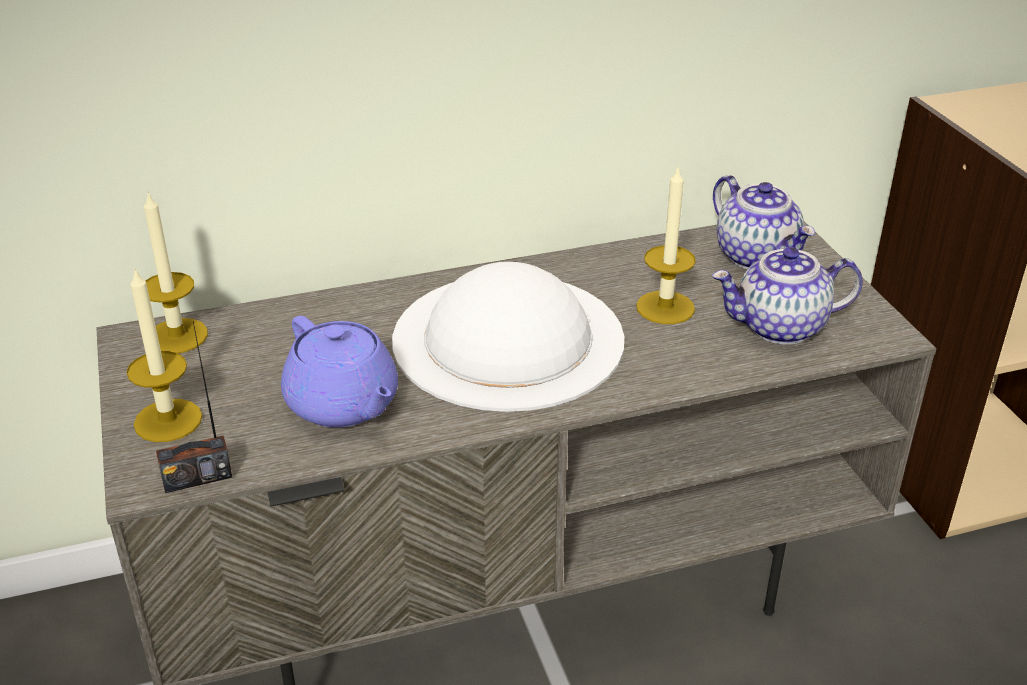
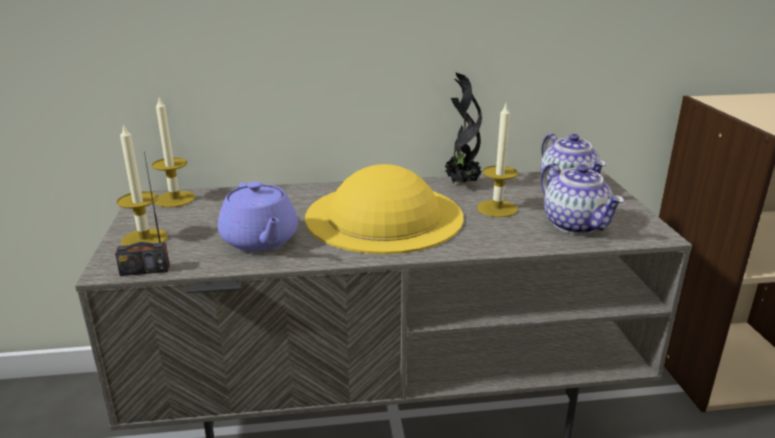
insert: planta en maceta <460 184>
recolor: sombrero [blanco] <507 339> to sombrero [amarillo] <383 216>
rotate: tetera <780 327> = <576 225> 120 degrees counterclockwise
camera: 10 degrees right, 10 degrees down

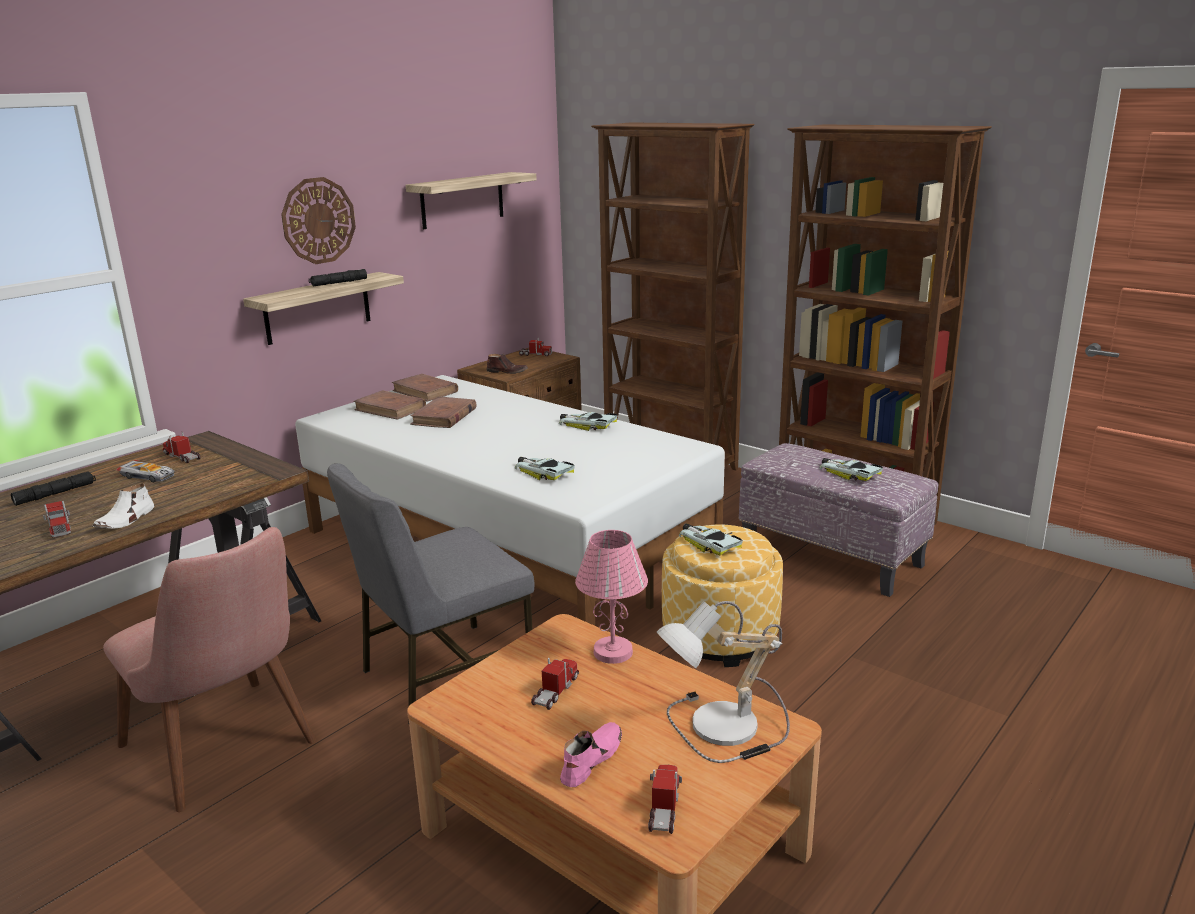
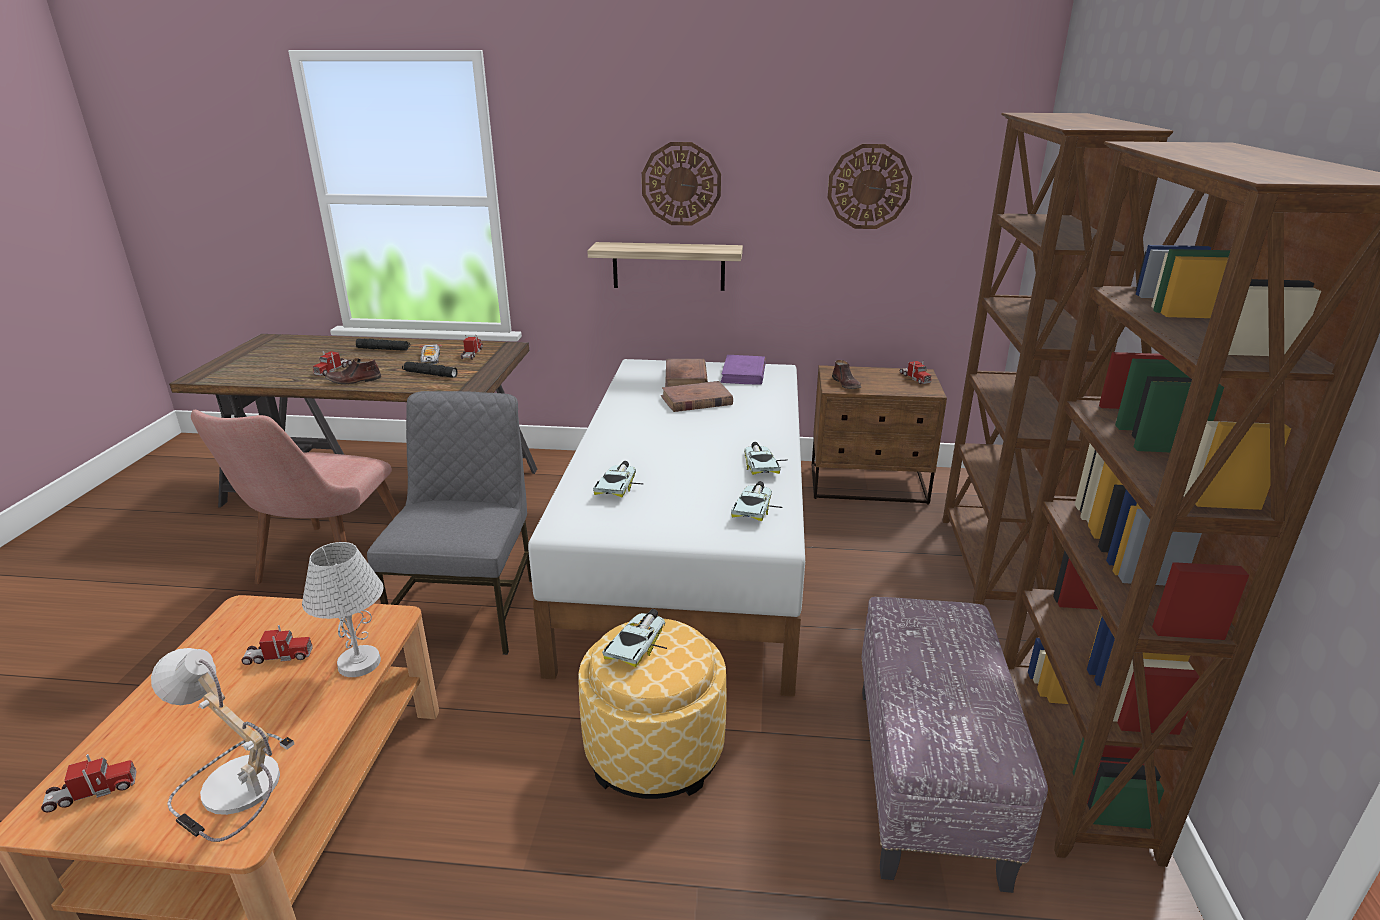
delete: zapato [rosa] <590 759>
move: linterna [negro] <338 283> to <430 374>; coche de juguete <849 473> to <754 507>
replace: estante <462 200> to reloj de pared <869 187>
recolor: lámpara de mesa [rosa] <613 652> to lámpara de mesa [blanco] <360 663>; zapato [blanco] <126 520> to zapato [marrón] <354 380>; libro [marrón] <425 391> to libro [morado] <743 373>
rotate: silla [gris] <443 673> = <471 610> 75 degrees clockwise
camera: 55 degrees right, 5 degrees up

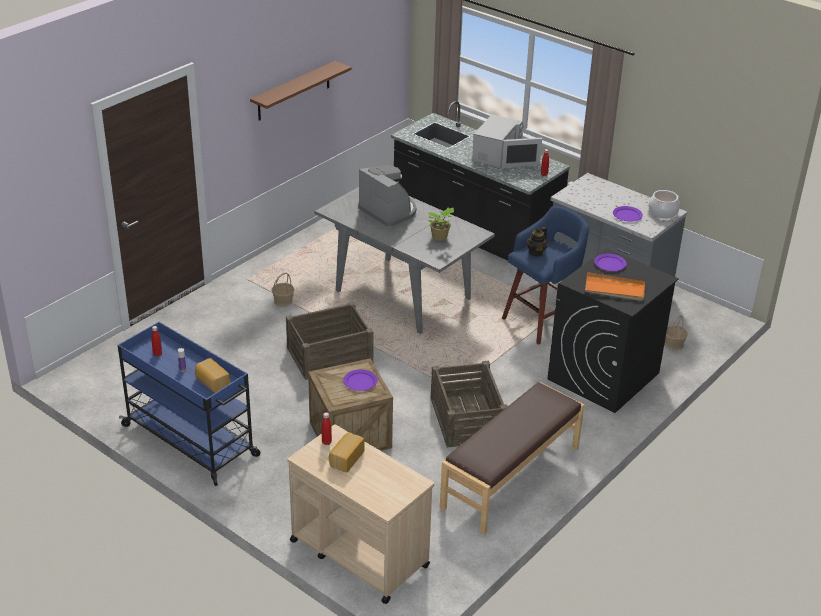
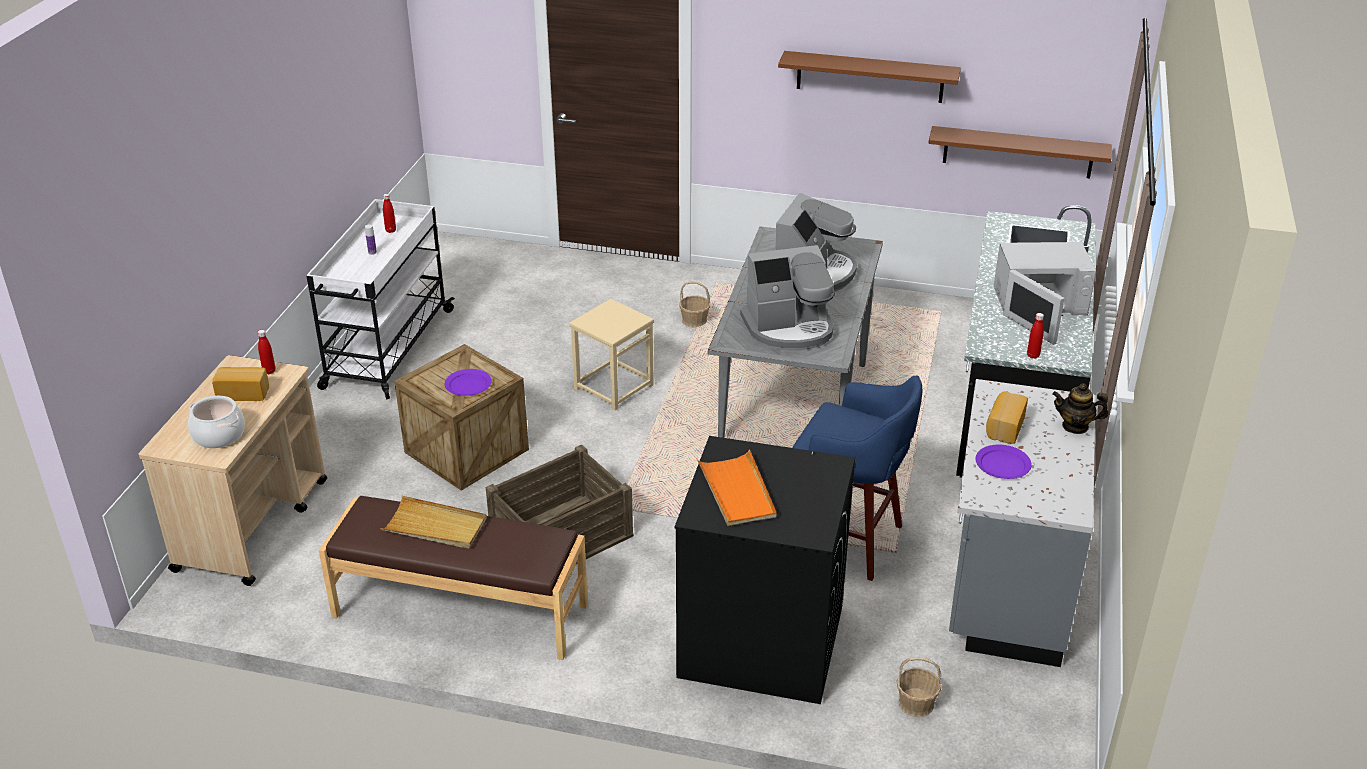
delete: plato [morado] <610 264>
insert: bandeja [beis] <435 526>; estante [marrón] <1018 152>
move: olla <662 212> to <219 435>; pan <212 383> to <1004 427>; tetera <536 252> to <1075 426>
replace: caja de embalaje <329 355> to taburete [beis] <613 386>; planta en maceta <440 237> to cafetera <789 329>
recolor: carrito [azul] <191 441> to carrito [blanco] <387 350>
camera: 65 degrees right, 0 degrees up

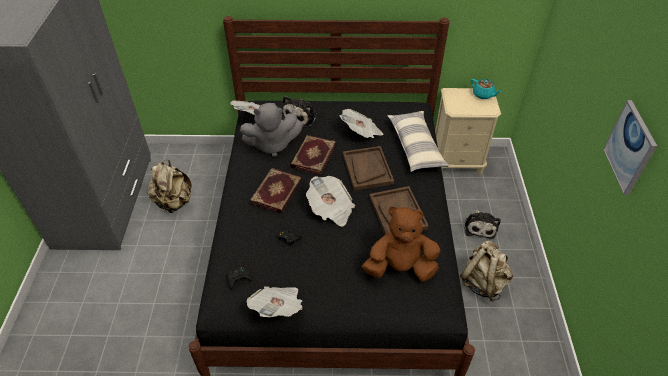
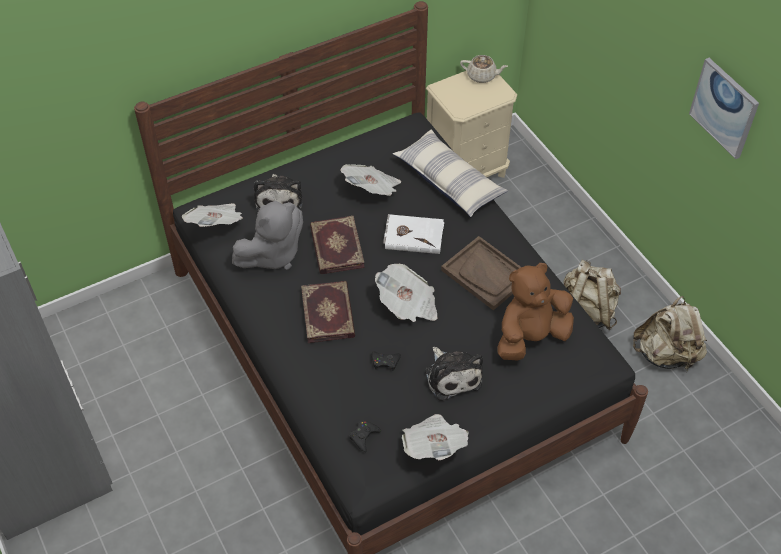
move: peluche <480 227> to <452 375>; mochila [beis] <174 202> to <666 354>
replace: bandeja [marrón] <367 169> to libro [blanco] <413 235>
recolor: tetera [turquesa] <483 95> to tetera [beis] <482 76>
camera: 30 degrees left, 5 degrees up

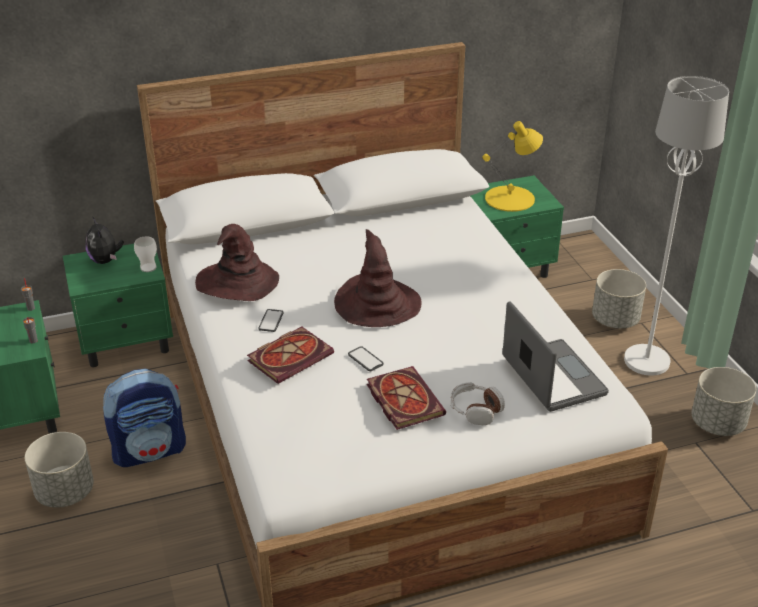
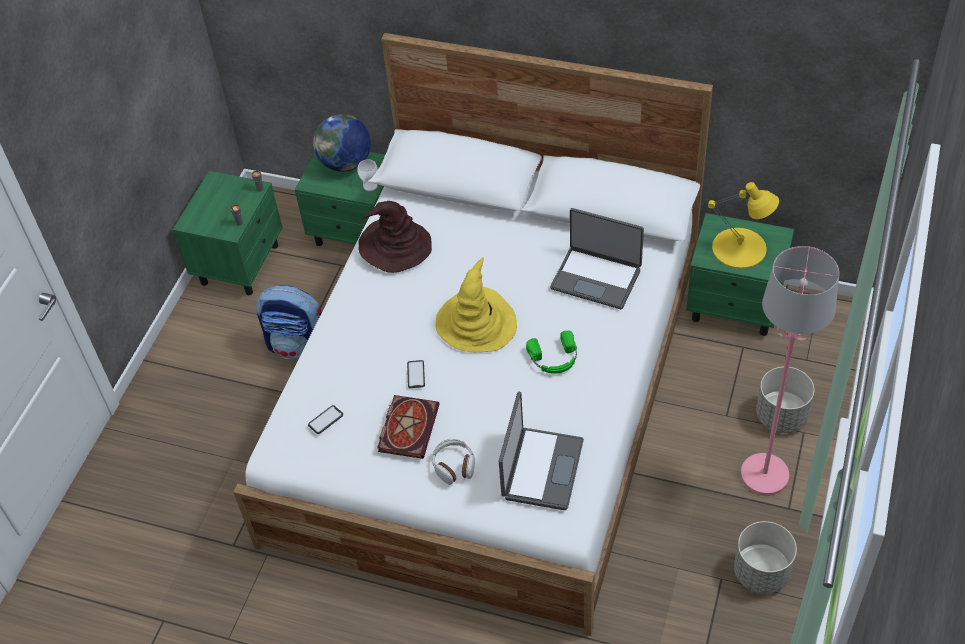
delete: maceta [gris] <65 492>; libro <291 356>
insert: auriculares [verde] <554 358>; portátil <596 278>
move: móvil <271 321> to <325 420>
replace: peluche <105 260> to globo terráqueo <346 163>
recolor: sombrero [marrón] <377 304> to sombrero [amarillo] <476 323>; lámpara de pie [blanco] <647 361> to lámpara de pie [rosa] <765 475>
camera: 40 degrees right, 15 degrees up

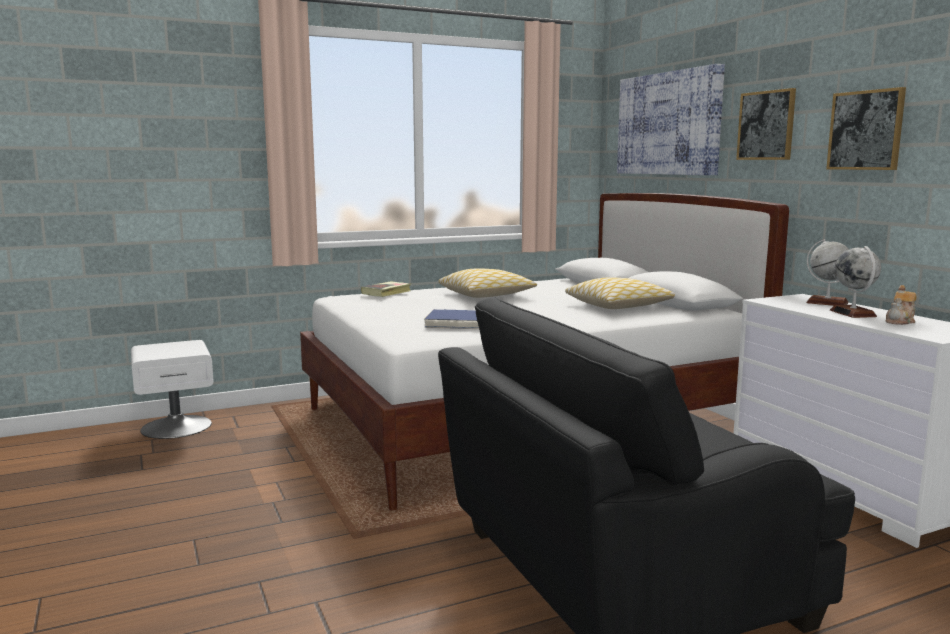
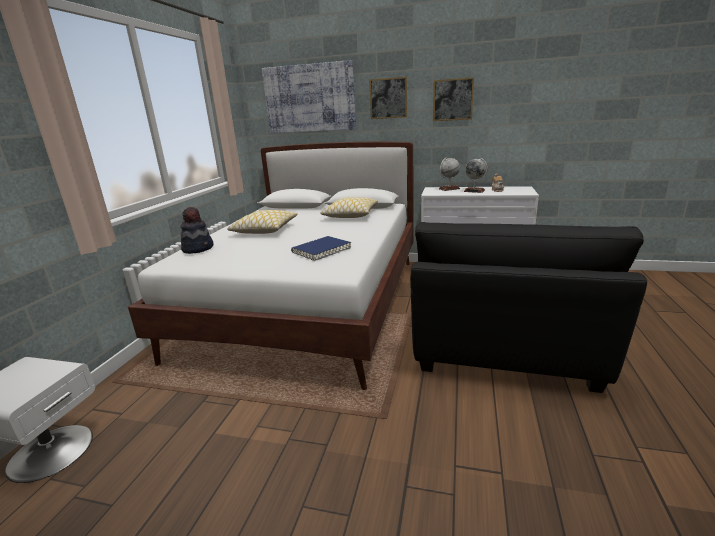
replace: libro <386 292> to sombrero <198 248>
camera: 50 degrees left, 10 degrees up

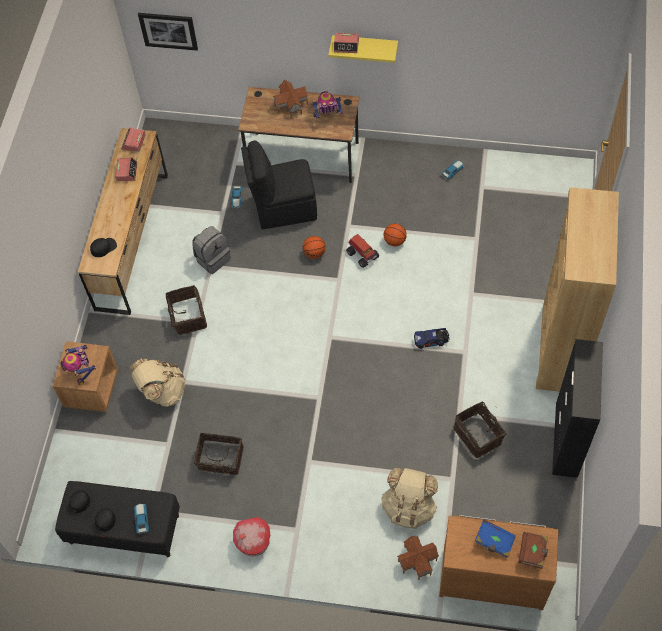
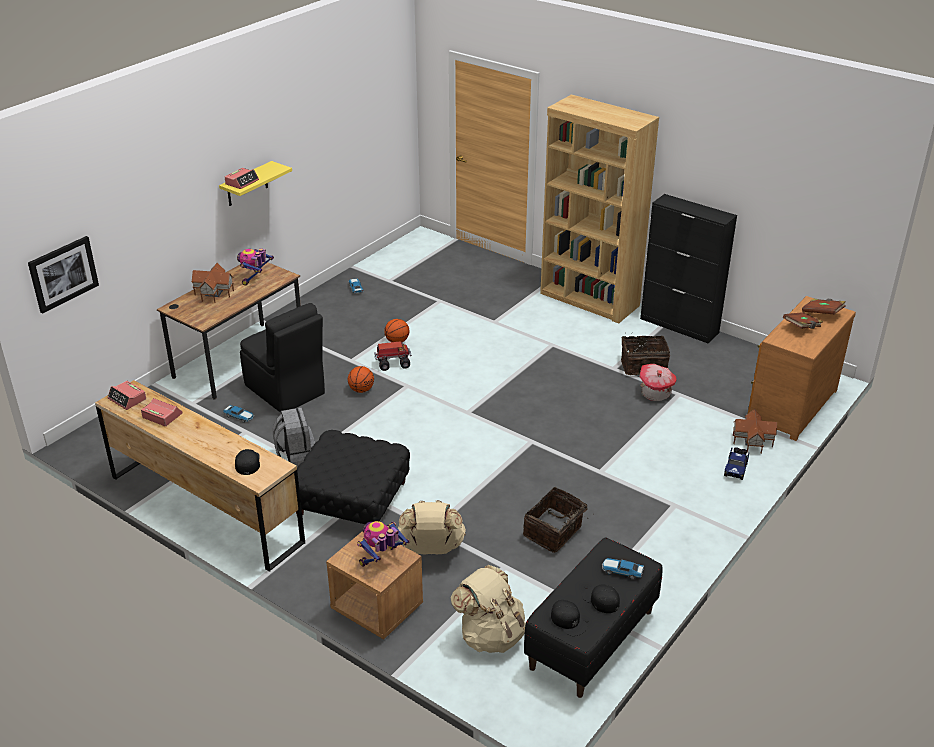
move: mochila [beis] <409 508> to <490 635>; casita <253 543> to <655 393>; camión de juguete <431 340> to <736 468>
replace: cesta <187 316> to puf [negro] <351 499>
recolor: libro [azul] <494 541> to libro [marrón] <802 327>
rotate: silla [negro] <283 207> = <285 391> 60 degrees counterclockwise; robot de juguete <81 370> = <381 559> 135 degrees clockwise
camera: 65 degrees left, 25 degrees down

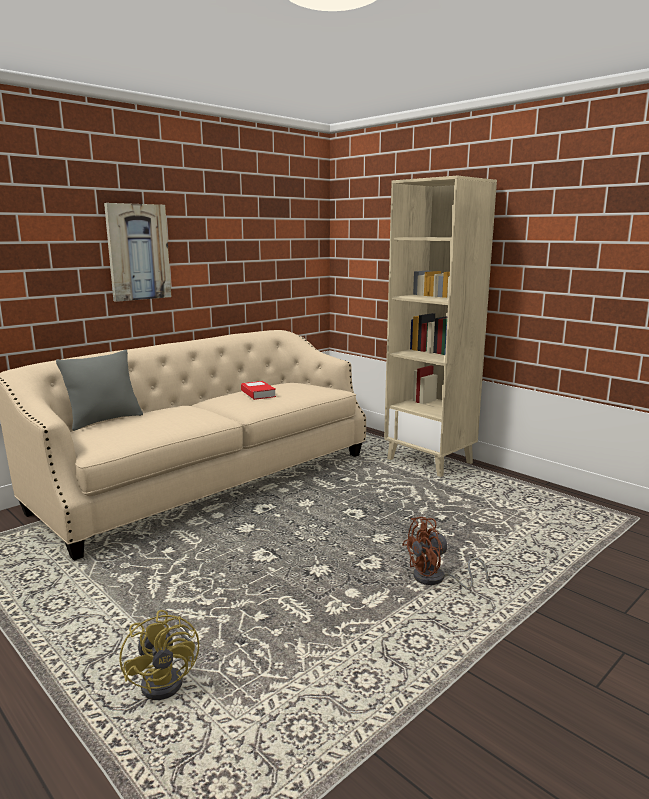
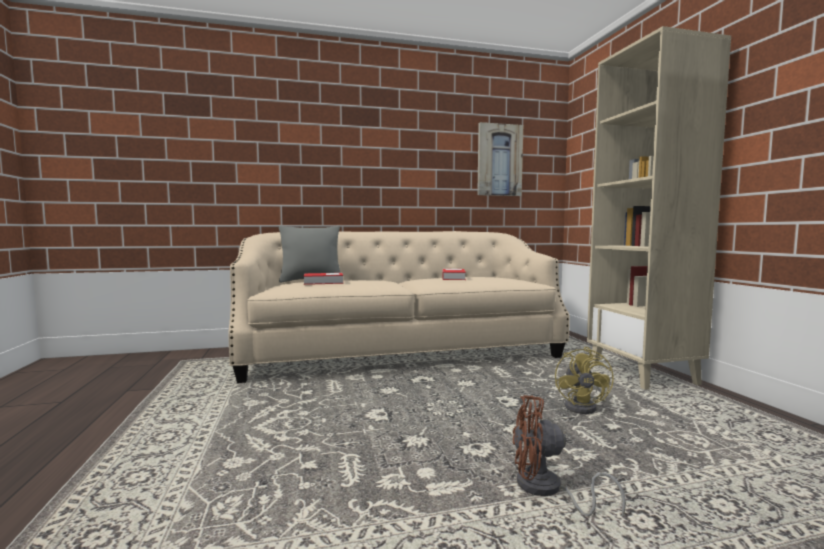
insert: libro <323 282>
move: cuadro <138 252> to <499 160>; ventilador [amarillo] <168 680> to <584 407>
camera: 30 degrees right, 10 degrees down

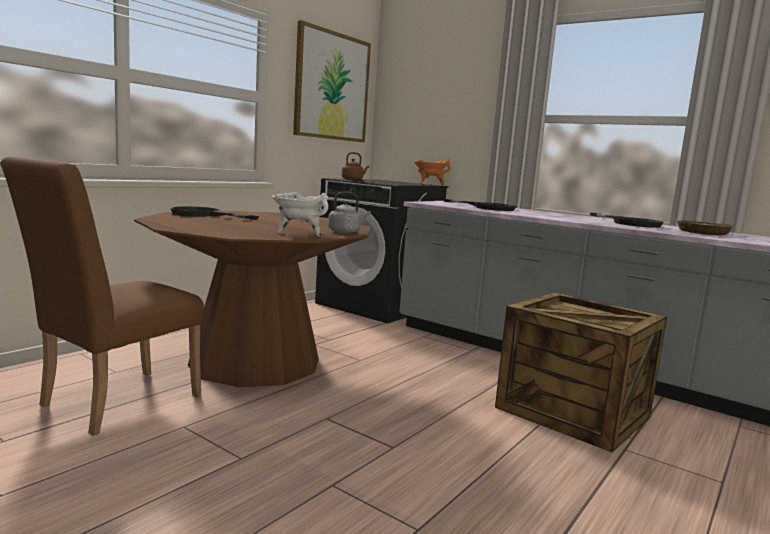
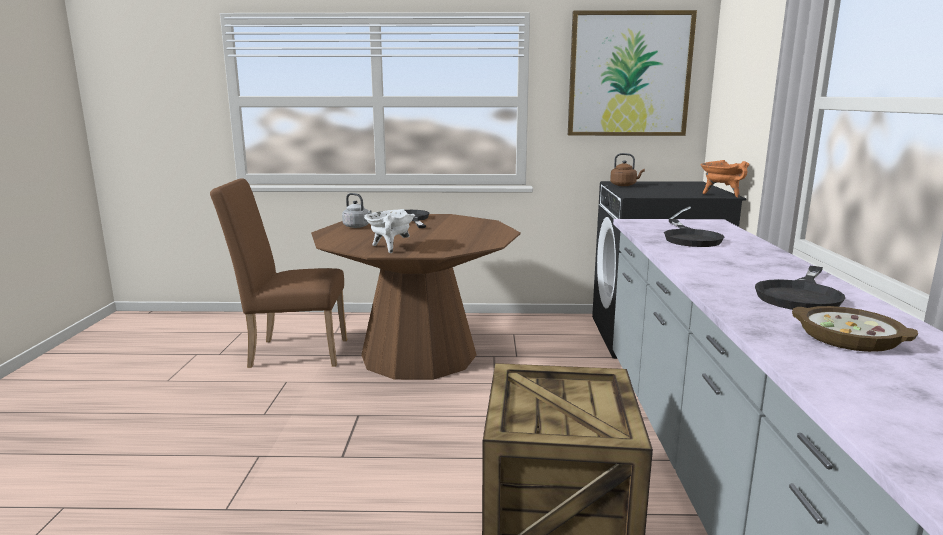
move: hervidor [gris] <346 232> to <357 226>
camera: 55 degrees right, 5 degrees up

